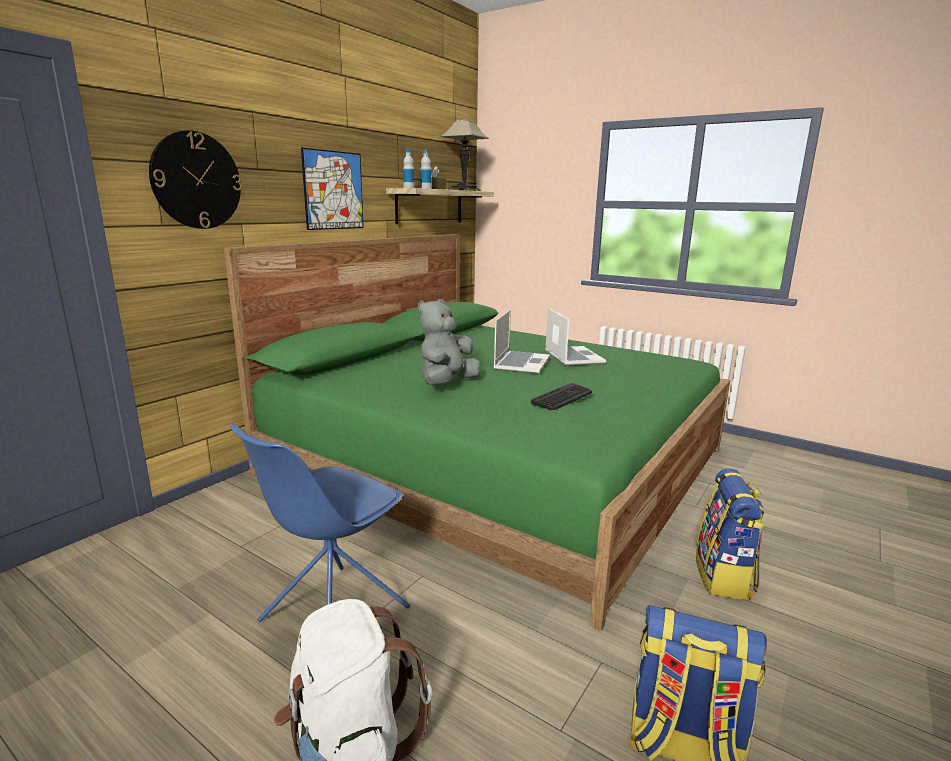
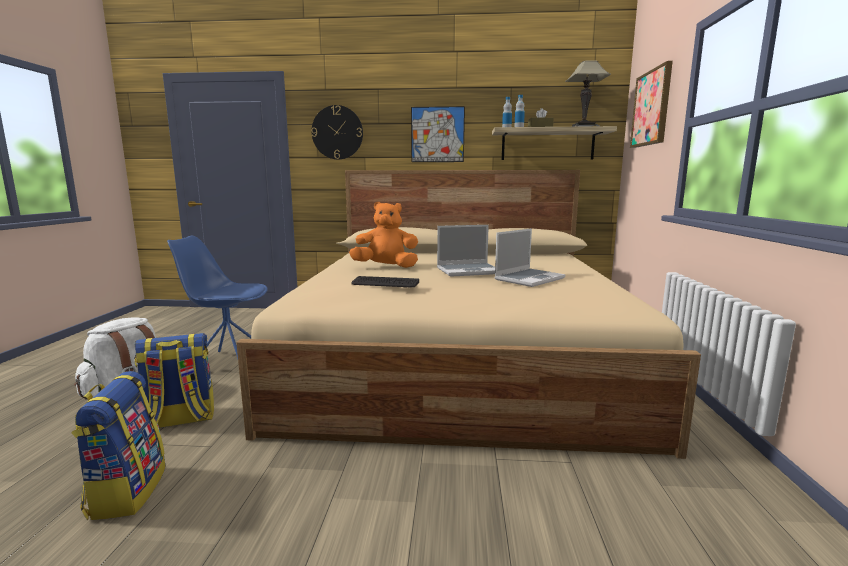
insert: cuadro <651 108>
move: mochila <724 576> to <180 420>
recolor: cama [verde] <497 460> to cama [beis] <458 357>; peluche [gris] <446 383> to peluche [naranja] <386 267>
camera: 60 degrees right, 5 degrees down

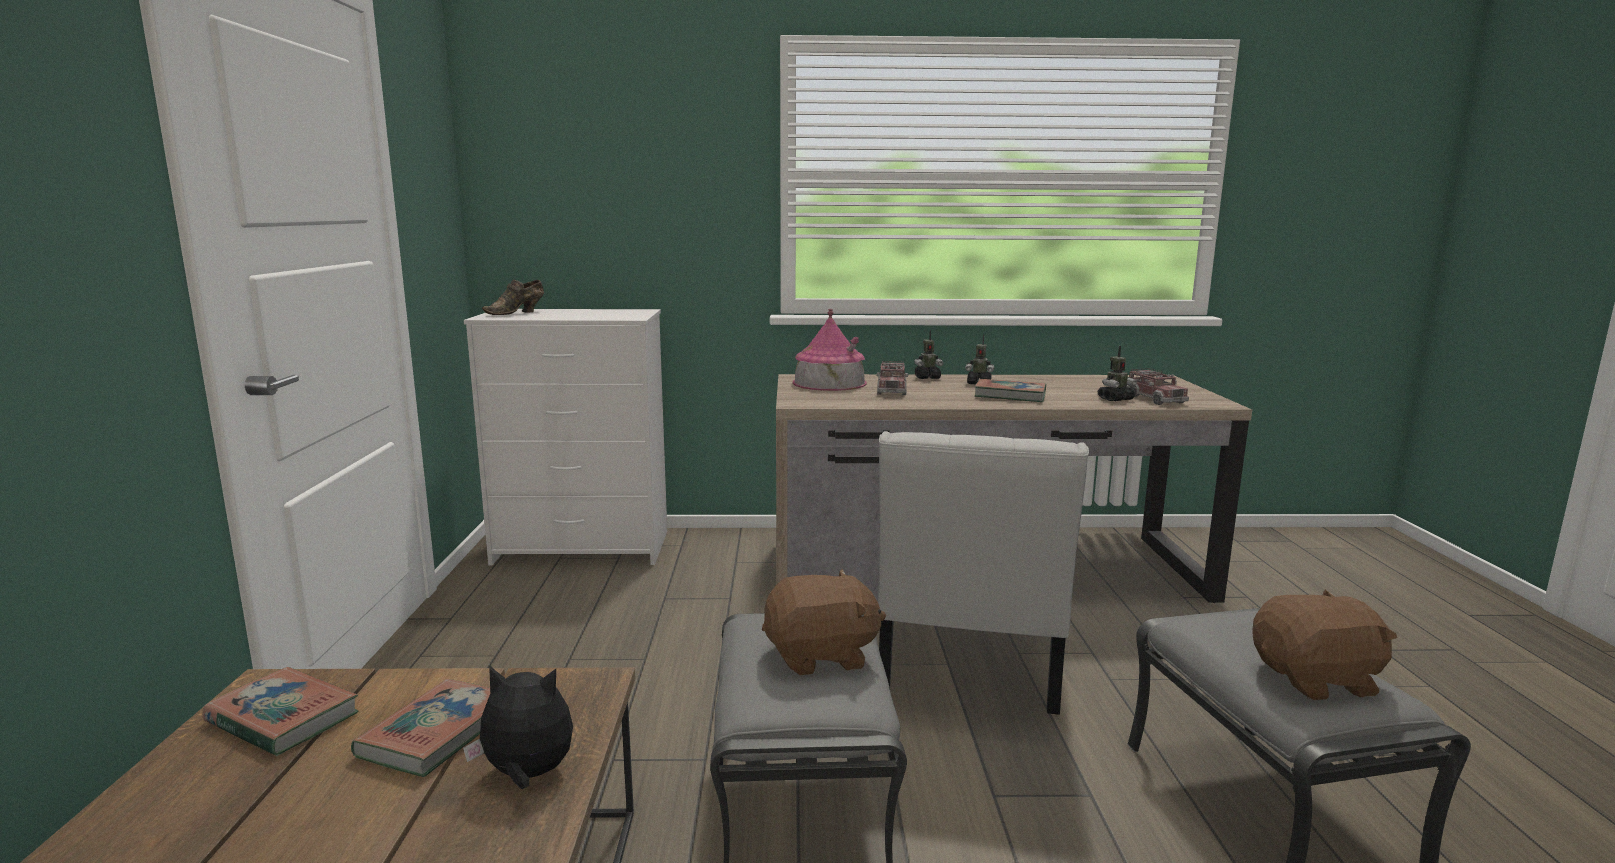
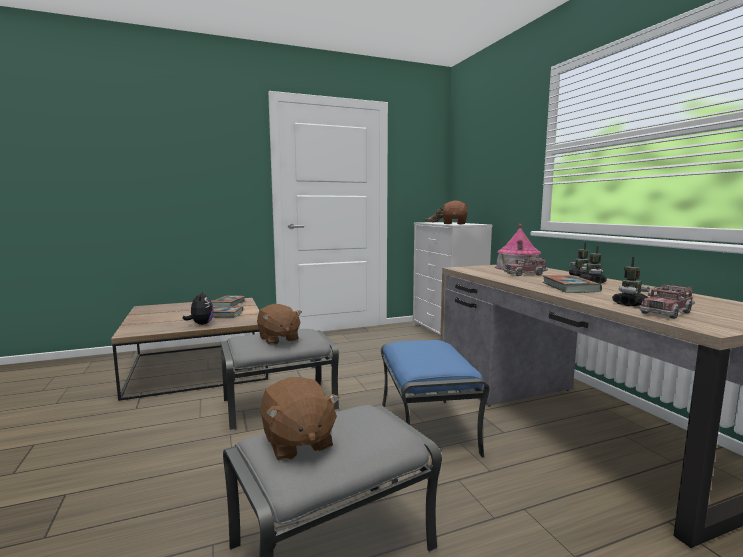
insert: peluche [marrón] <455 224>
replace: silla [blanco] <967 667> to puf [azul] <425 427>
rotate: robot de juguete <1115 399> = <629 304> 75 degrees counterclockwise
camera: 70 degrees right, 5 degrees down

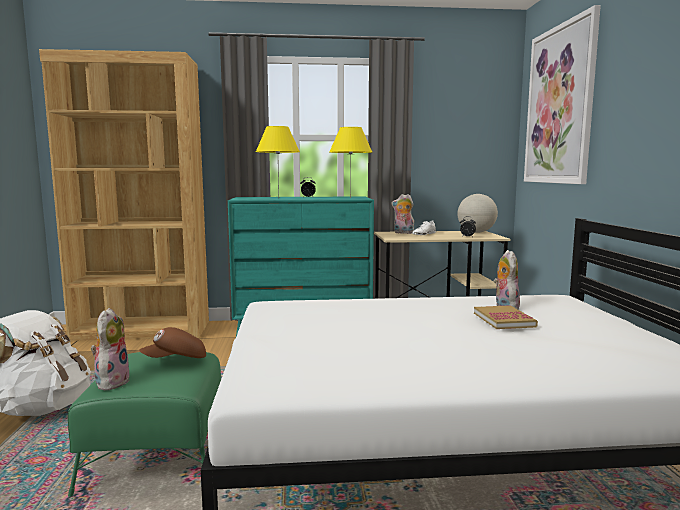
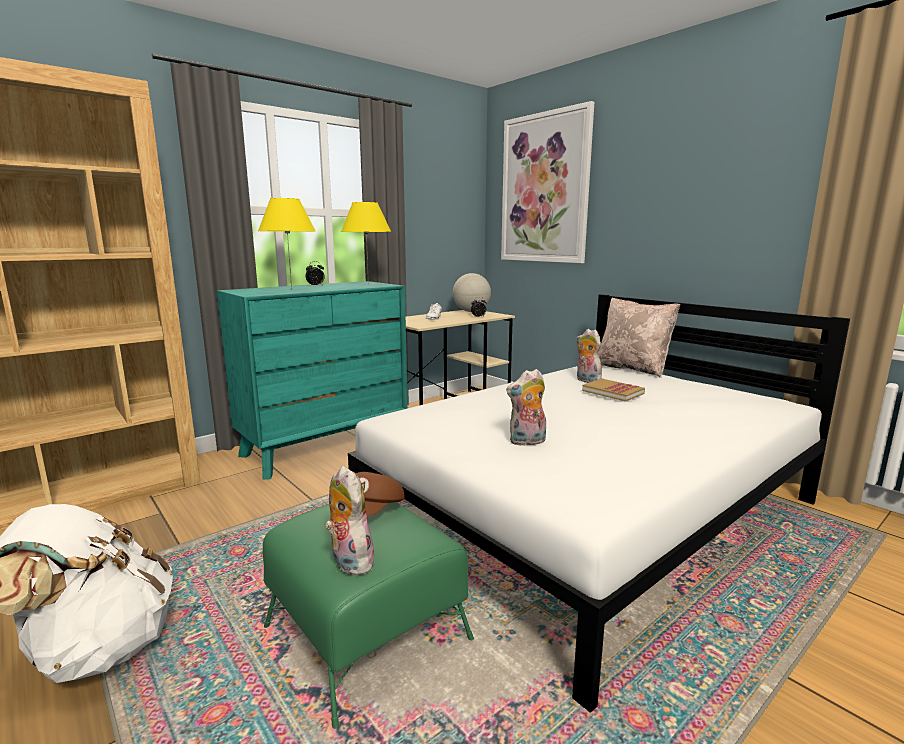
insert: cojín [beis] <632 369>
move: peluche <403 233> to <527 442>
camera: 35 degrees left, 5 degrees up

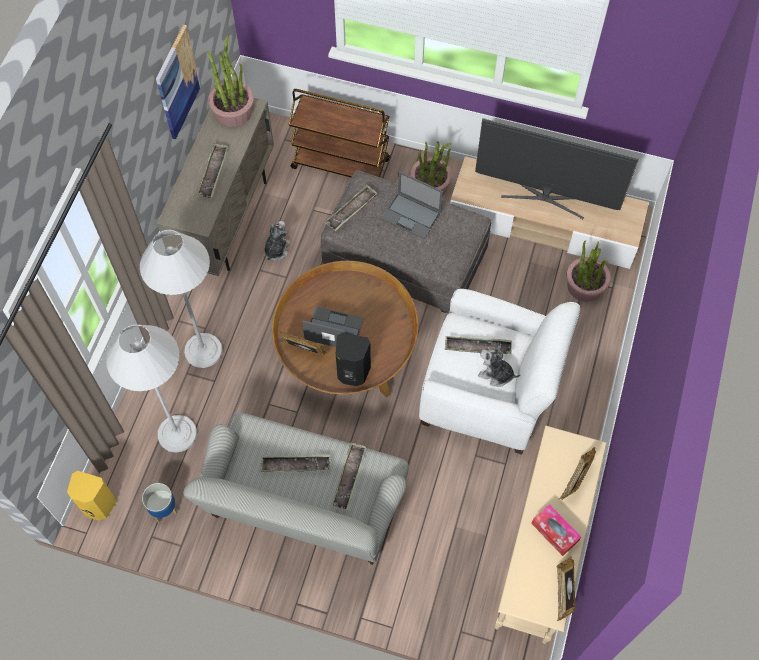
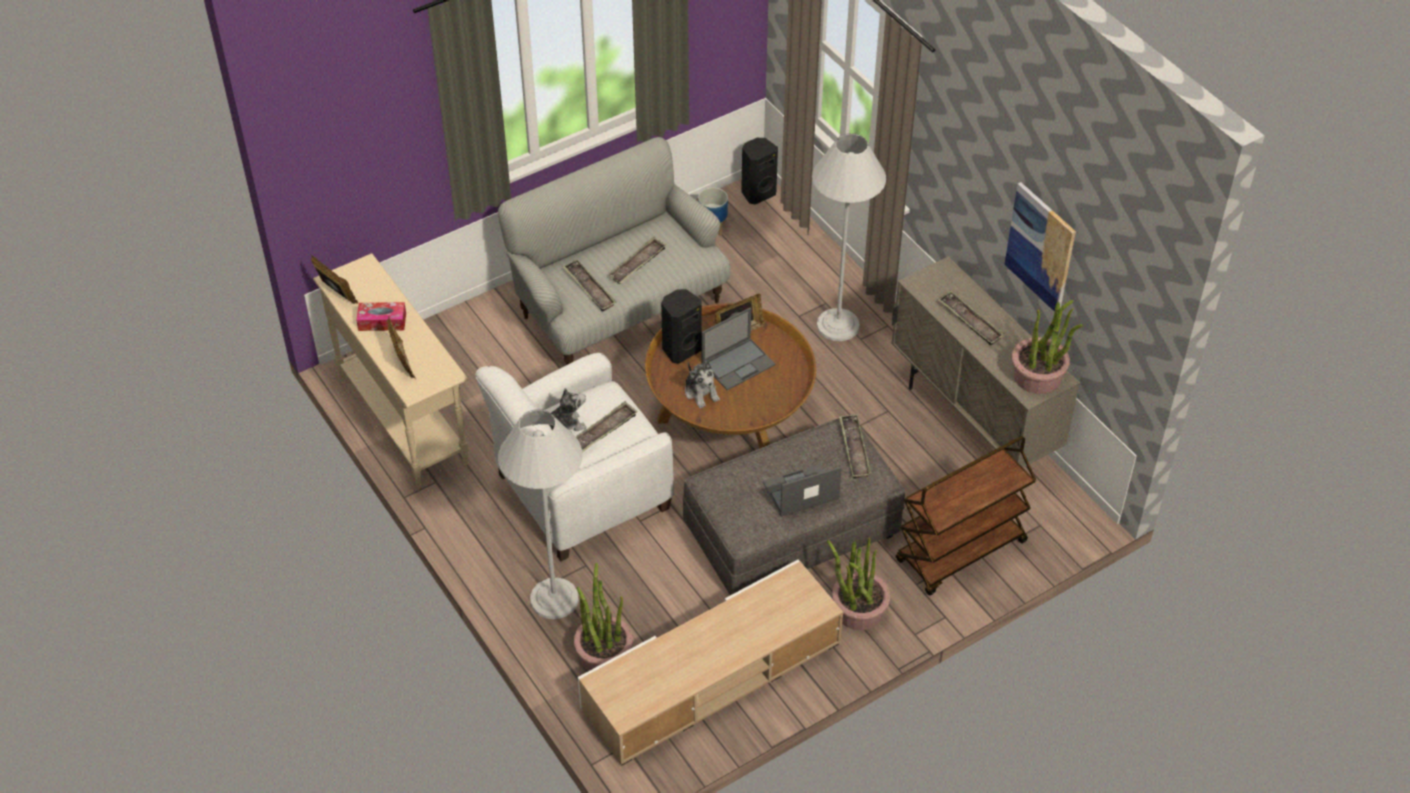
delete: televisor <545 196>
move: lámpara de pie [blanco] <177 434> to <554 599>; peluche <276 249> to <701 393>
recolor: altavoz [amarillo] <98 506> to altavoz [negro] <757 193>
camera: 130 degrees right, 15 degrees down

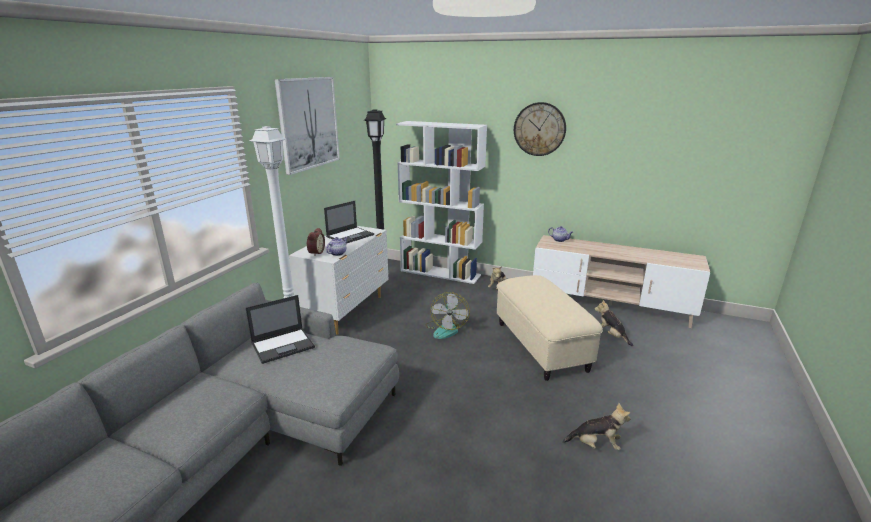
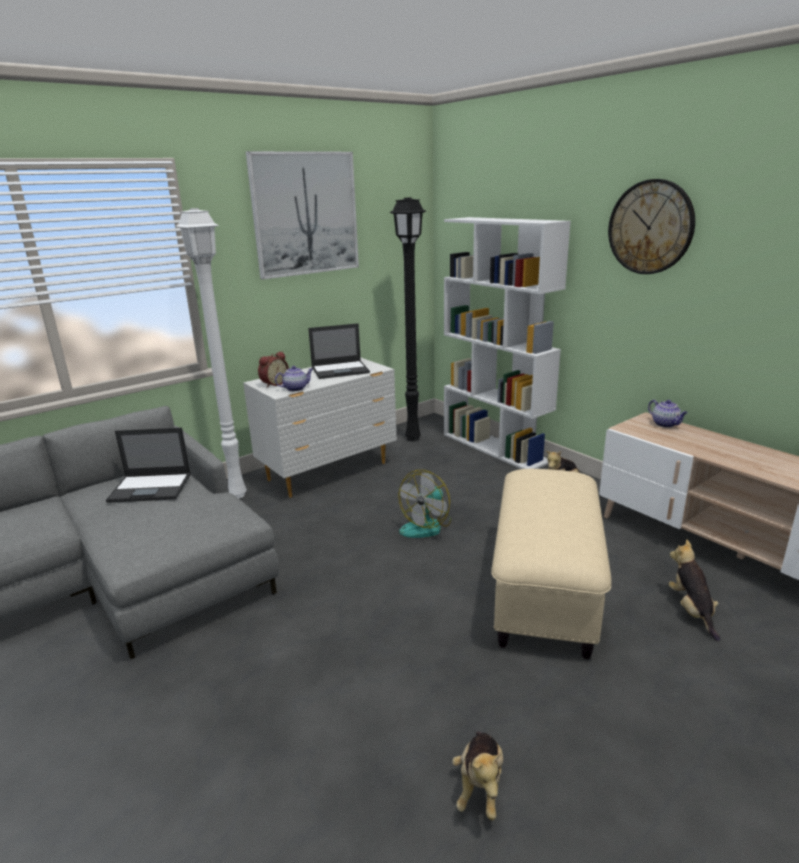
rotate: peluche <596 445> = <480 786> 60 degrees clockwise
camera: 30 degrees right, 0 degrees up

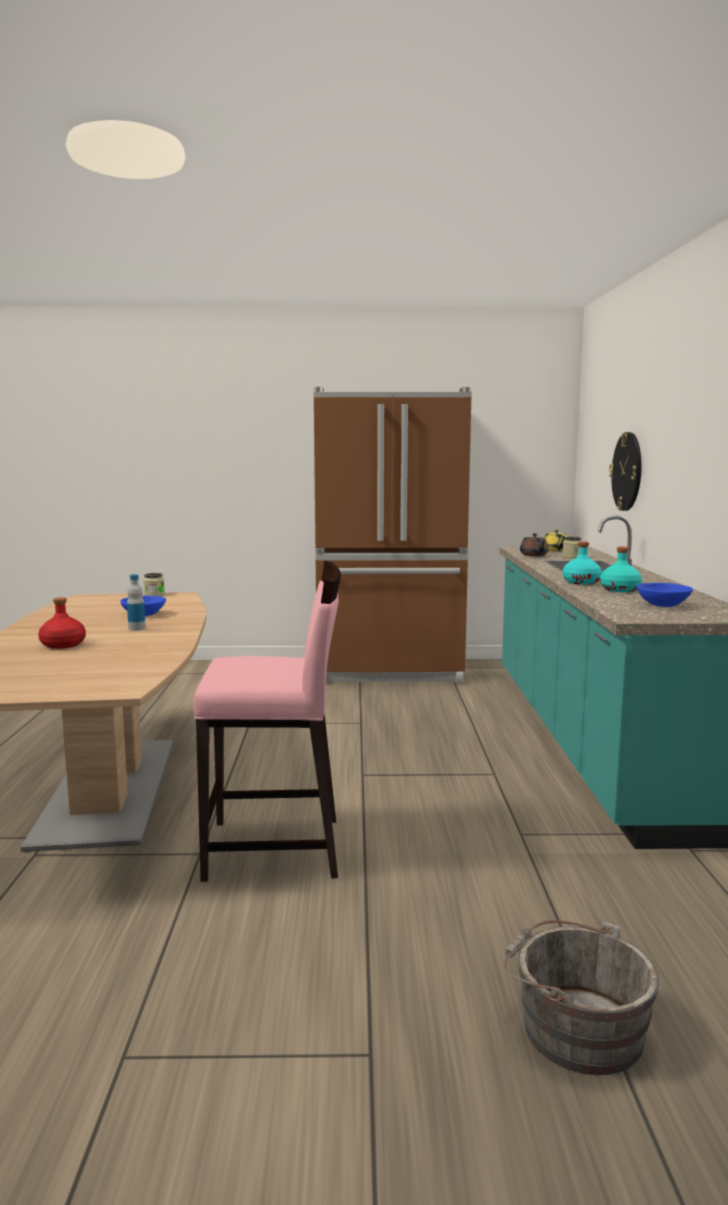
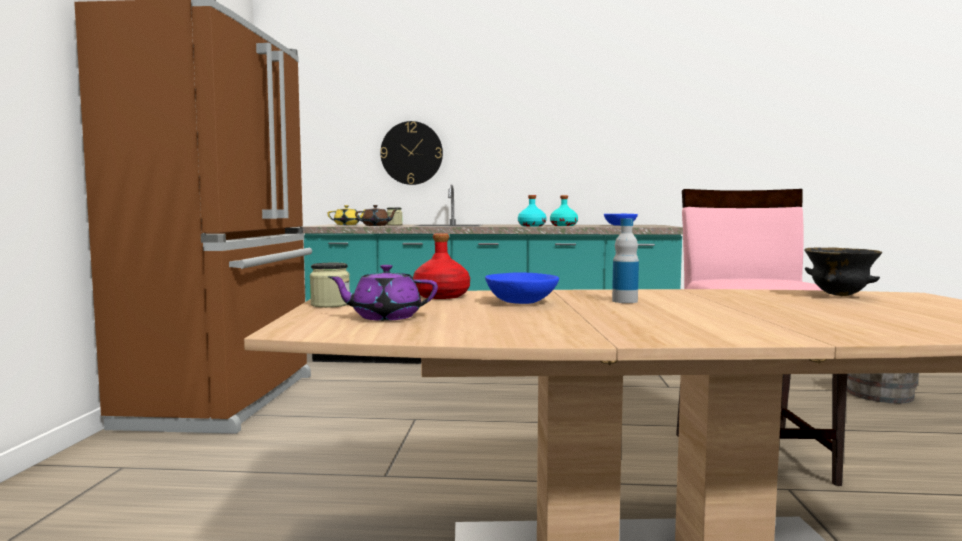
insert: tetera [morado] <385 317>; cuenco [negro] <838 295>
move: botella [rojo] <62 645> to <441 296>
camera: 85 degrees left, 5 degrees down

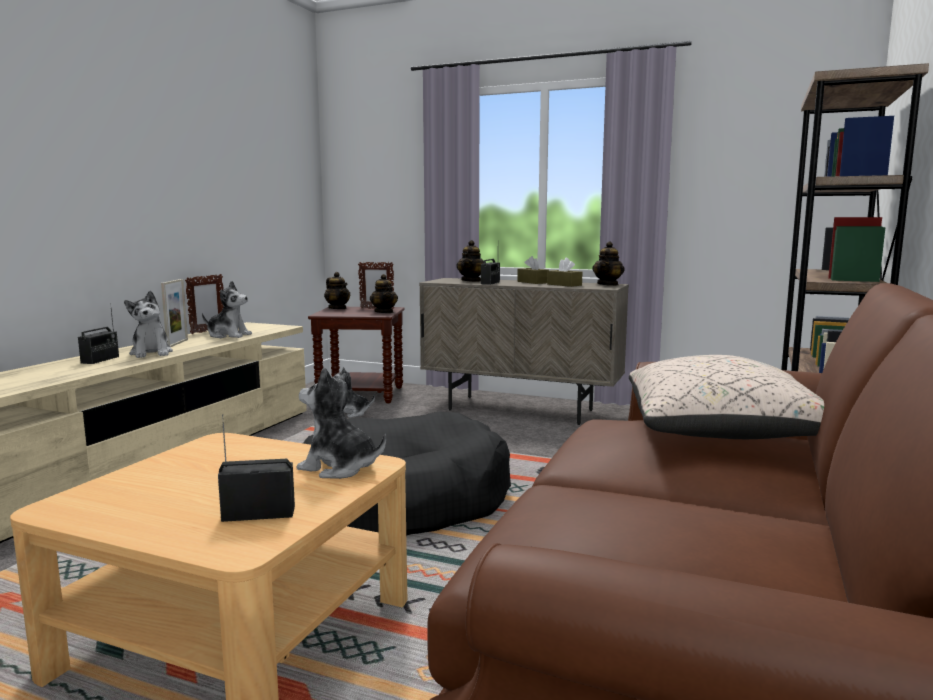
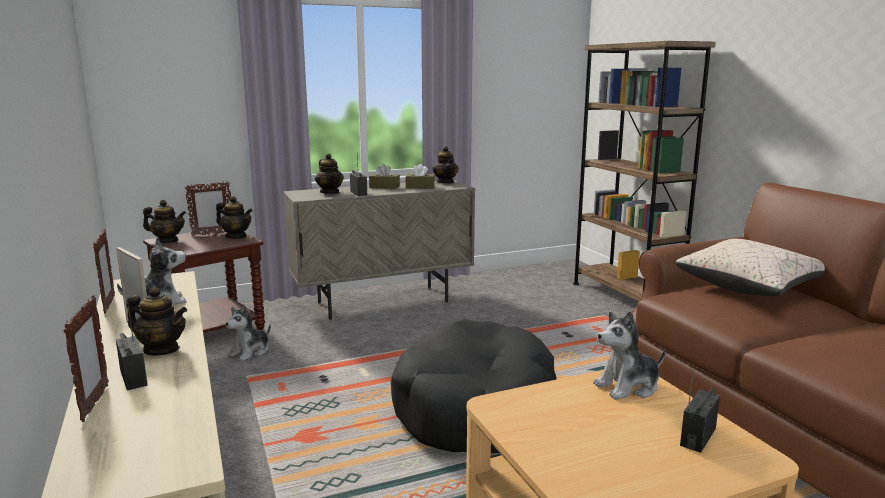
insert: portarretratos <94 403>
replace: peluche <151 353> to tetera <161 350>
camera: 45 degrees left, 5 degrees up

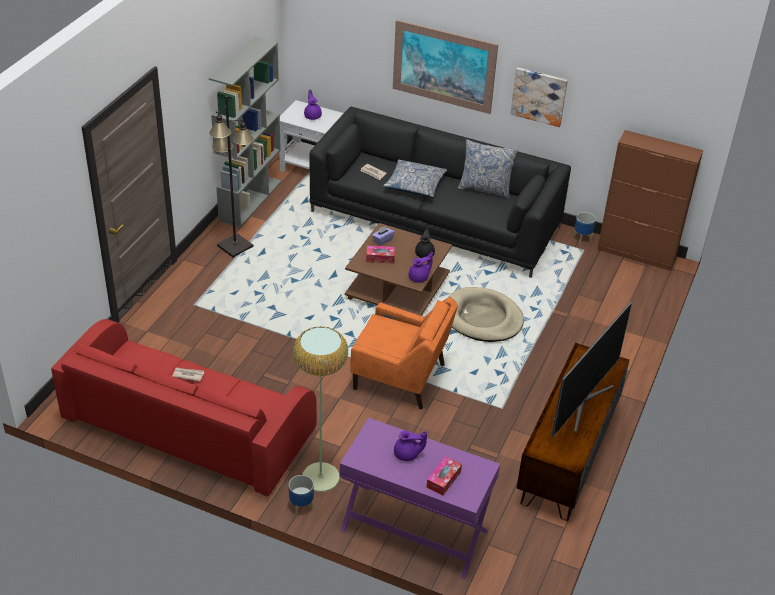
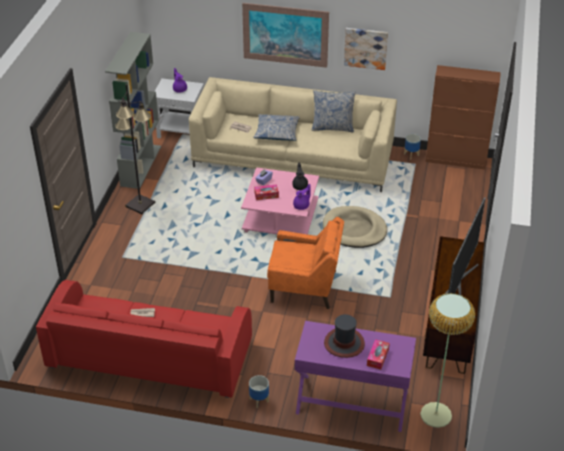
move: lámpara de pie <320 477> to <436 415>
replace: tetera [morado] <407 454> to sombrero <344 343>
recolor: sofá [negro] <435 219> to sofá [beis] <293 158>; mesa de centro [marrón] <398 288> to mesa de centro [rosa] <281 216>
camera: 10 degrees left, 0 degrees up

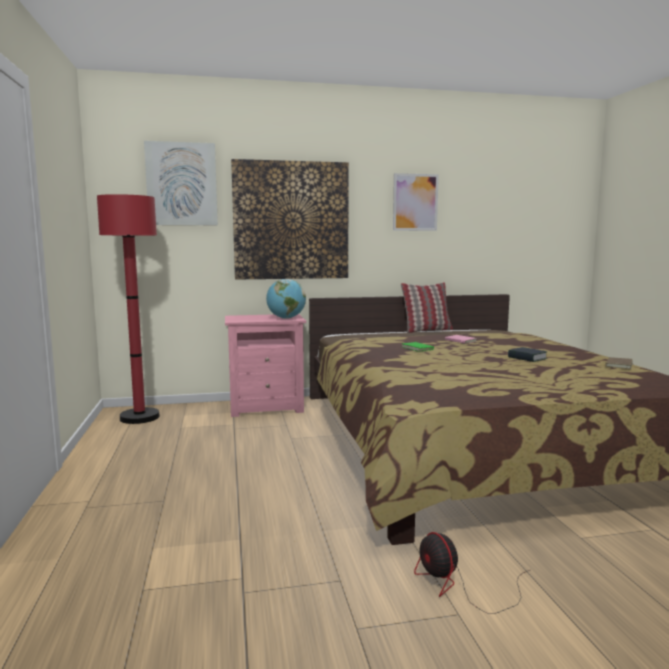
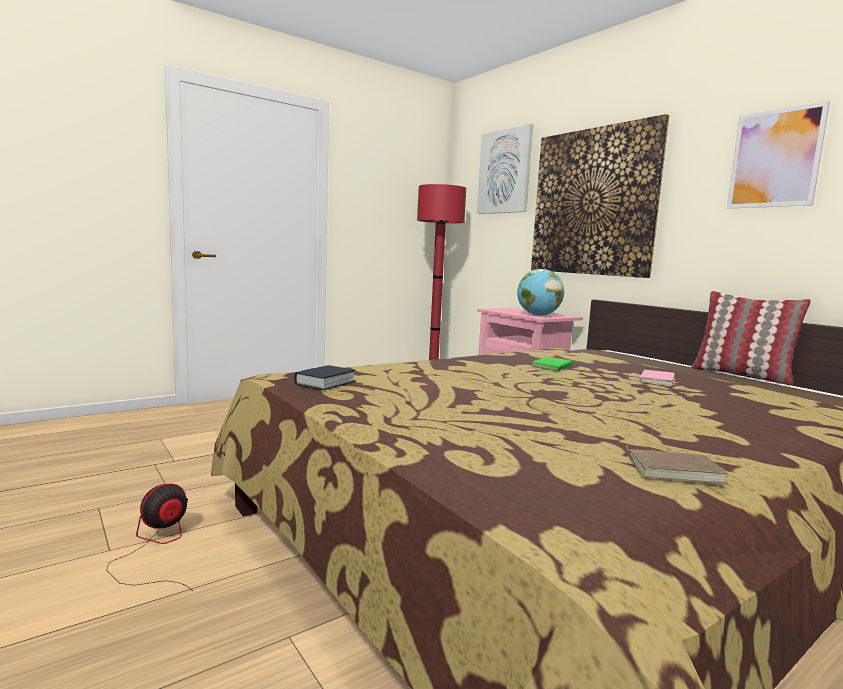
move: libro <527 358> to <325 383>
camera: 65 degrees right, 0 degrees up

